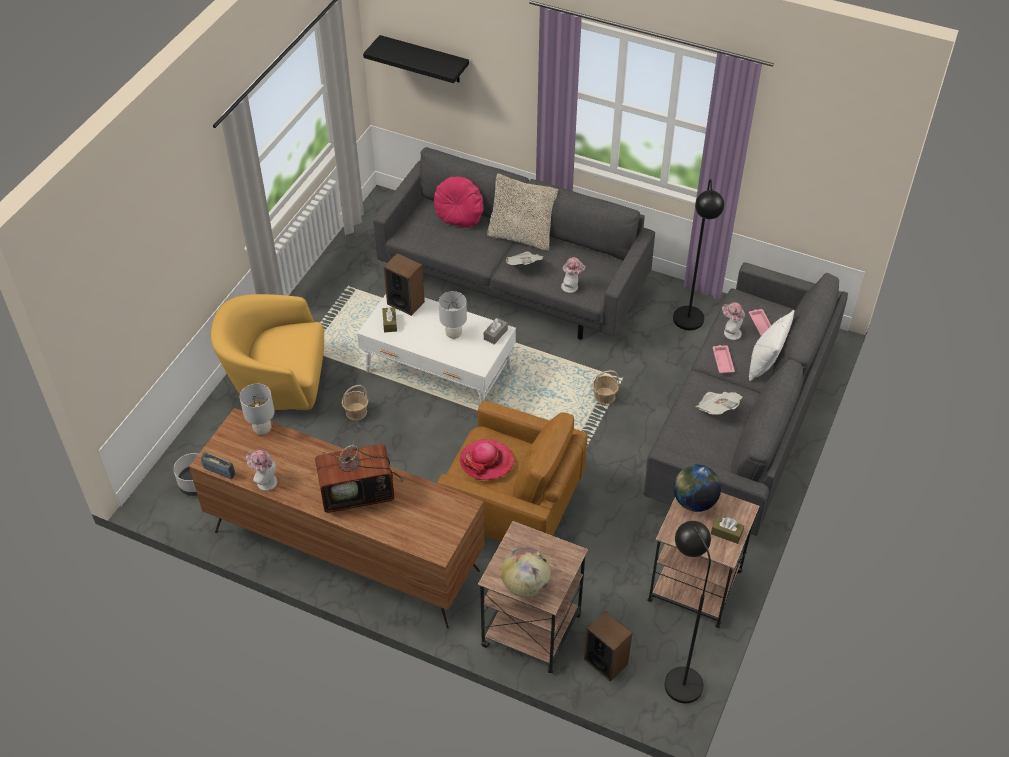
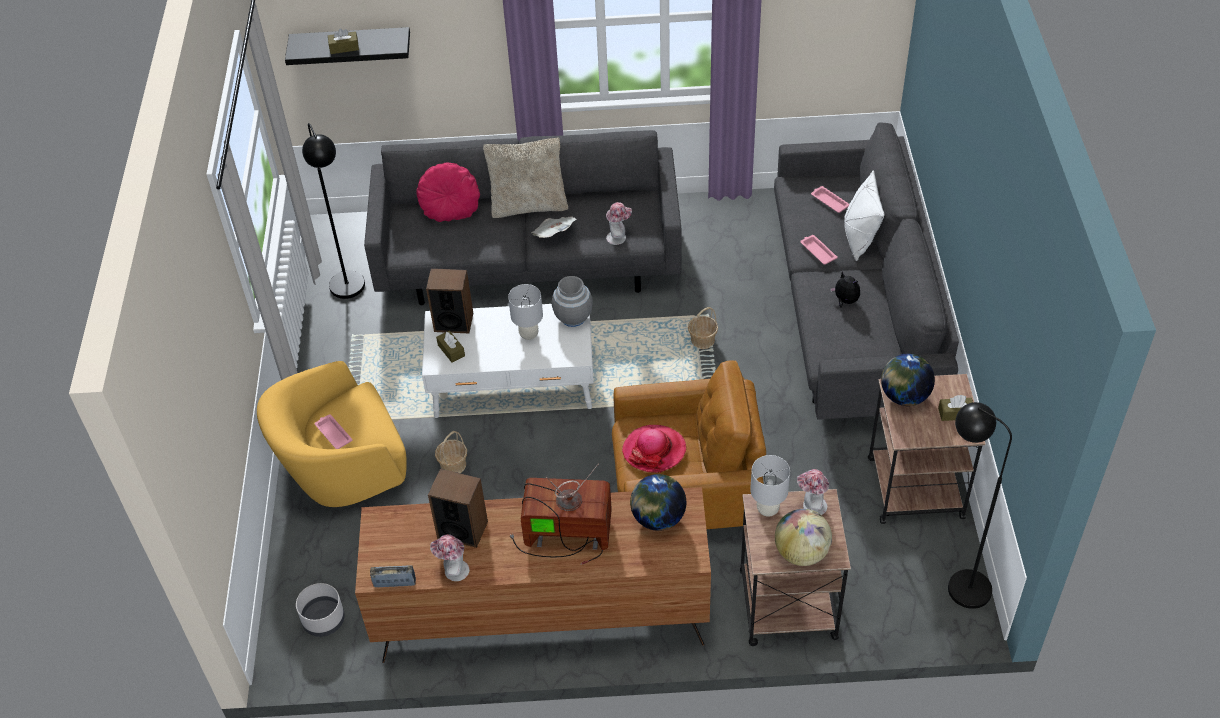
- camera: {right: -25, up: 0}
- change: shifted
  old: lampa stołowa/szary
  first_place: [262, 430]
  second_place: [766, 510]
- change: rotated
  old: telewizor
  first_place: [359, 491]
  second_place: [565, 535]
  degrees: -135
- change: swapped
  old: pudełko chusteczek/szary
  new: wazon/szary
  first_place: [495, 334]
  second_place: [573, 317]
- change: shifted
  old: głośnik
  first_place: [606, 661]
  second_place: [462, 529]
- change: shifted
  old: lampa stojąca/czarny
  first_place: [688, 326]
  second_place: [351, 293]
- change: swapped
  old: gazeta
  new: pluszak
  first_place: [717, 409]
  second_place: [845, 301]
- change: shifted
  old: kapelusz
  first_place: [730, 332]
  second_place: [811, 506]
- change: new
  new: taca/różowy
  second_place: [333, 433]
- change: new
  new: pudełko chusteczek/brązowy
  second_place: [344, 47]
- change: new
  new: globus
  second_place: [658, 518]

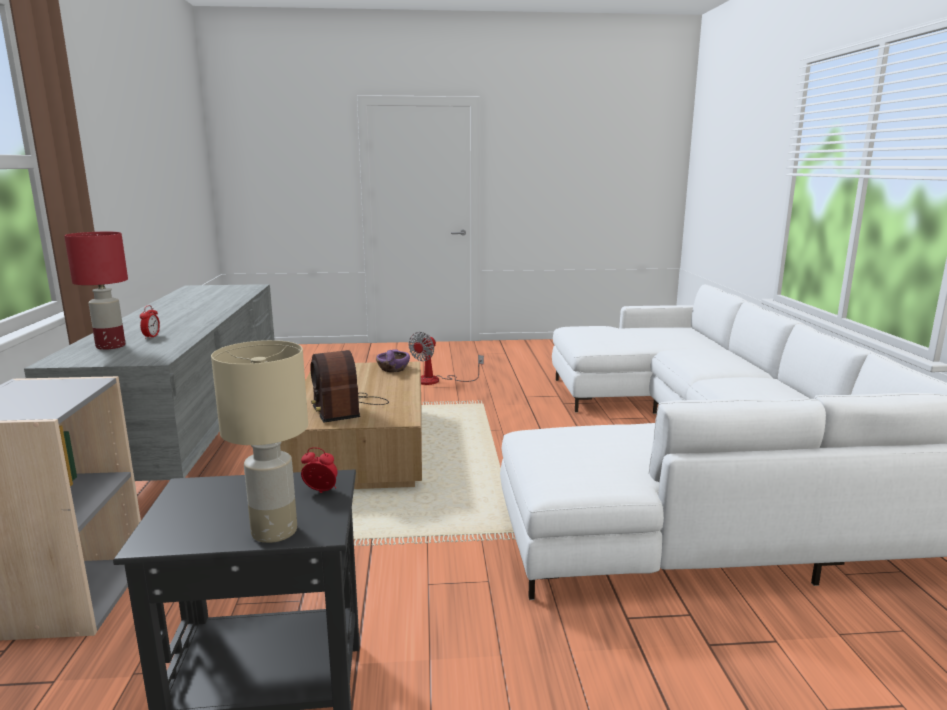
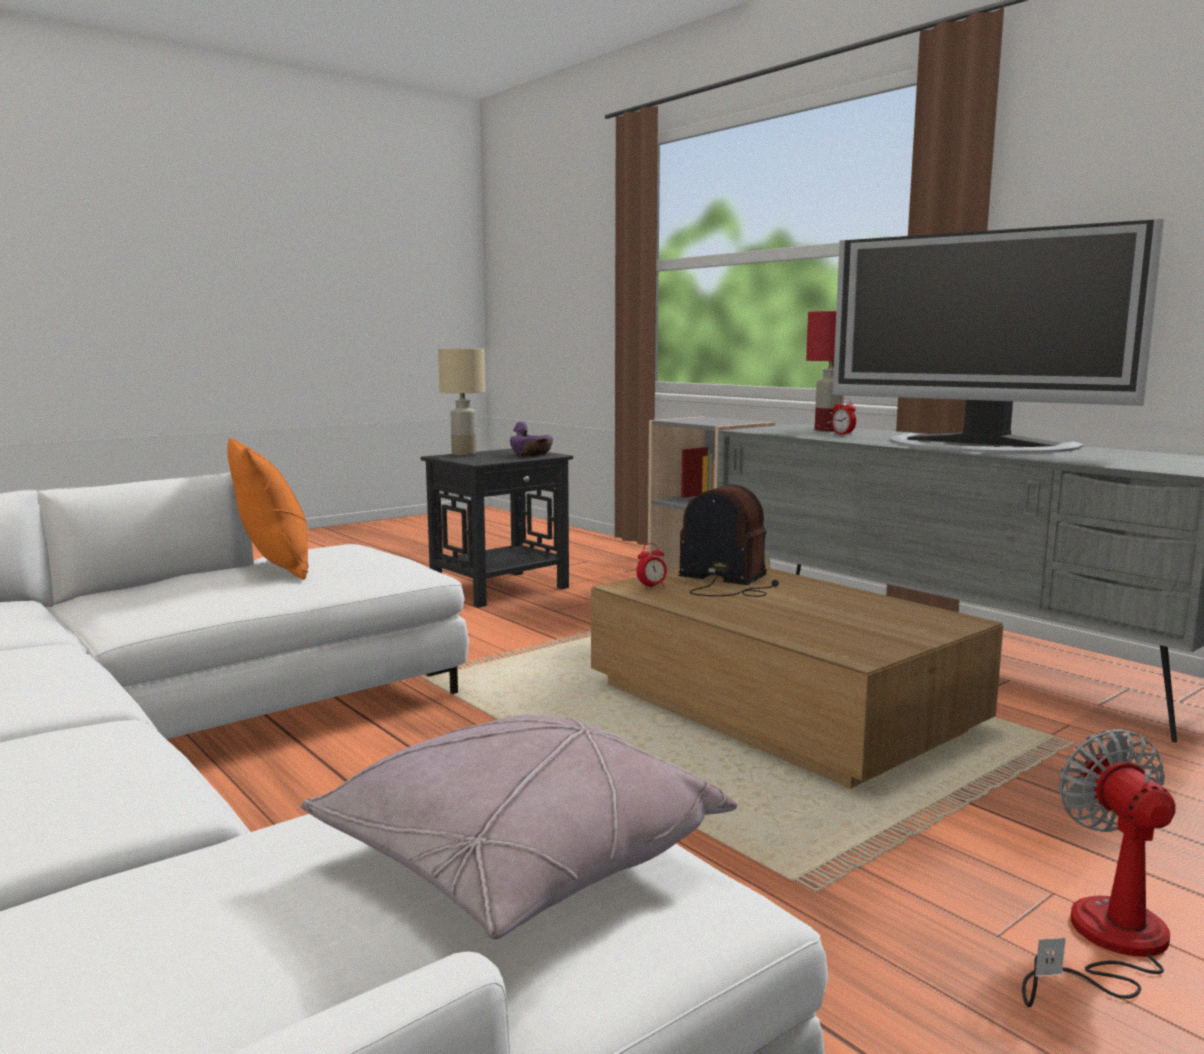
- camera: {right: 145, up: -5}
- change: shifted
  old: budzik
  first_place: [321, 491]
  second_place: [652, 587]
- change: shifted
  old: miska/fioletowy
  first_place: [393, 369]
  second_place: [531, 454]
- change: new
  new: poduszka/pomarańczowy
  second_place: [275, 567]
- change: new
  new: poduszka/fioletowy
  second_place: [519, 862]
- change: new
  new: telewizor
  second_place: [975, 445]

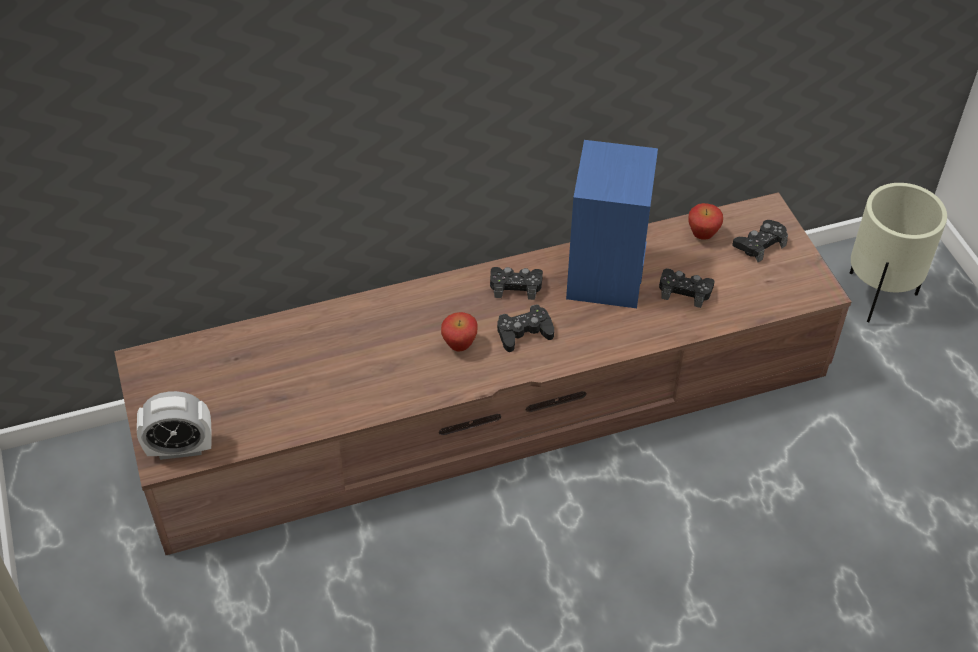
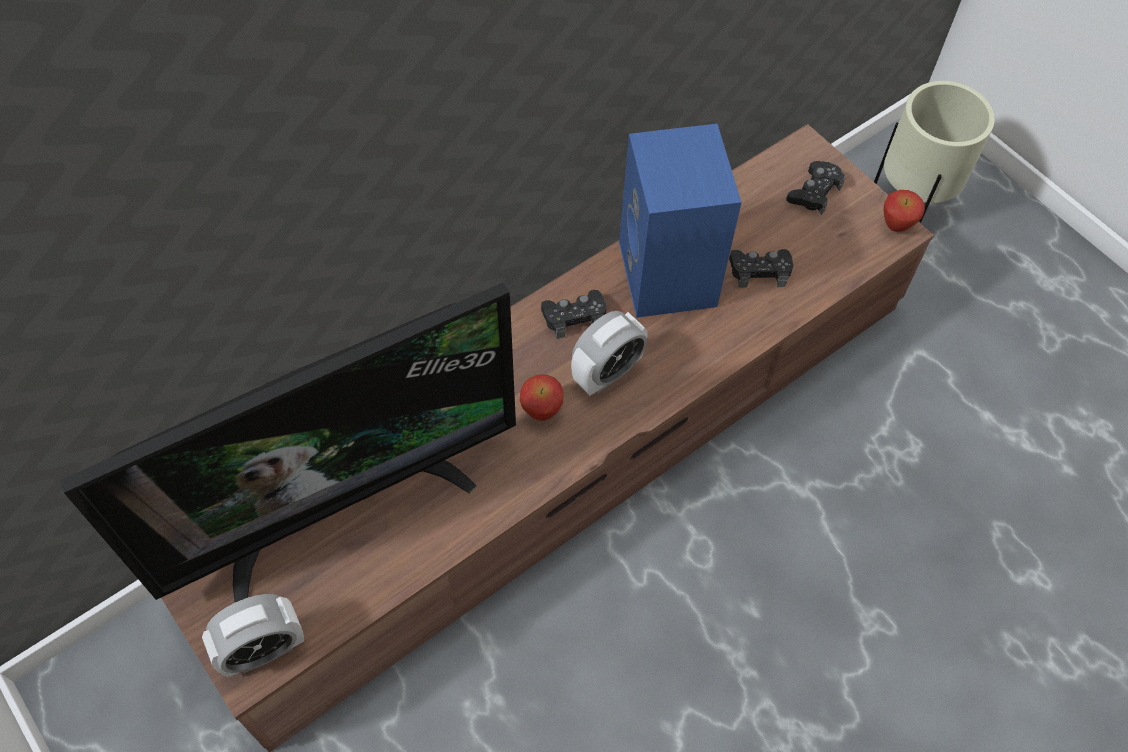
- camera: {right: -20, up: 10}
- change: swapped
  old: pad do gier/czarny
  new: budzik
  first_place: [524, 332]
  second_place: [607, 373]
- change: shifted
  old: jabłko
  first_place: [702, 235]
  second_place: [896, 226]
- change: new
  new: telewizor
  second_place: [340, 506]

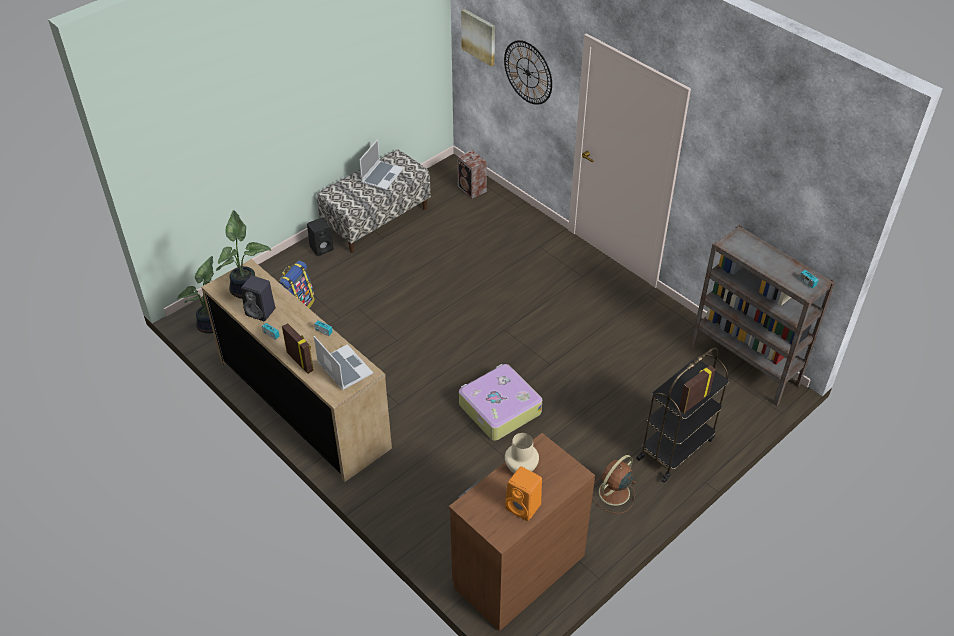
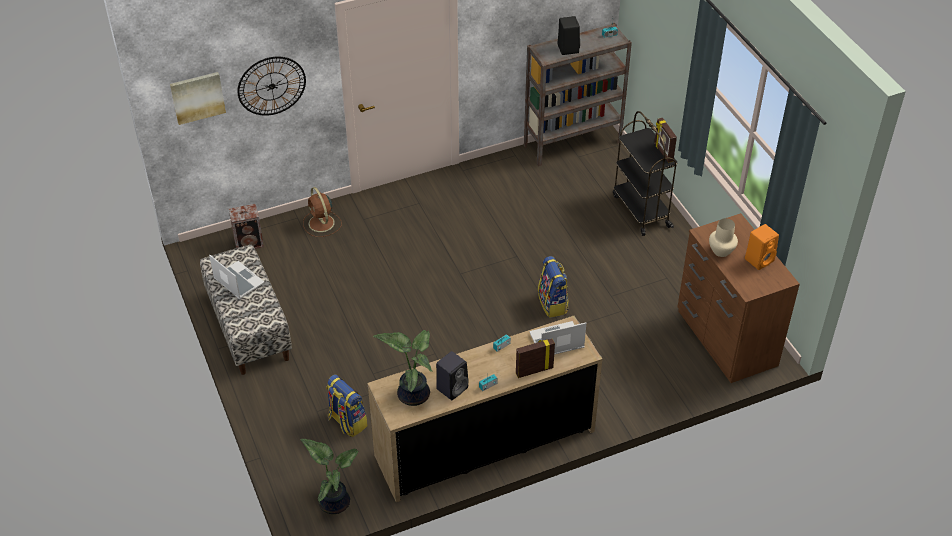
- camera: {right: -70, up: 0}
- change: shifted
  old: głośnik/czarny
  first_place: [322, 248]
  second_place: [567, 48]
- change: swapped
  old: walizka
  new: plecak
  first_place: [498, 408]
  second_place: [553, 304]
- change: shifted
  old: wentylator/brązowy
  first_place: [613, 493]
  second_place: [322, 224]

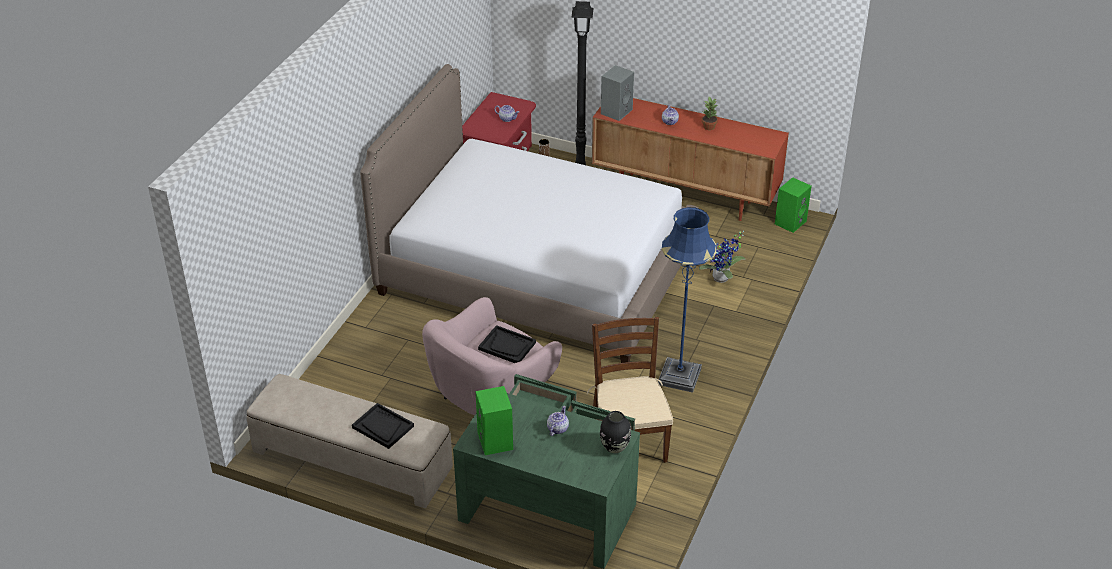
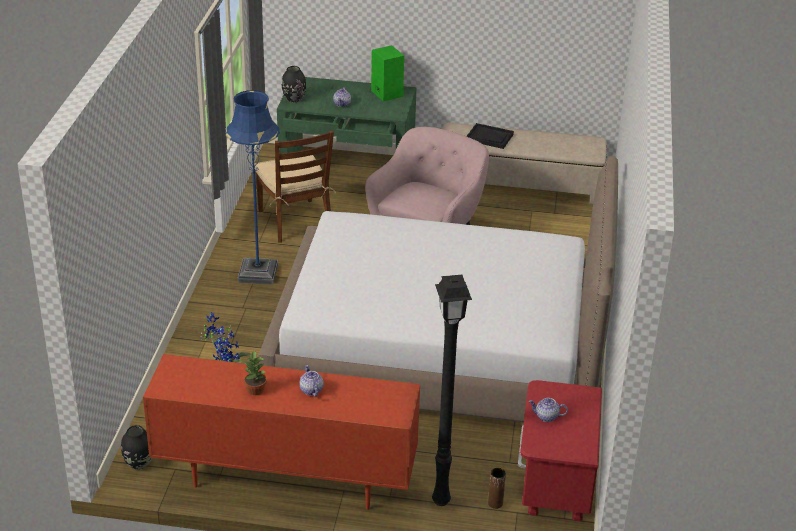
- camera: {right: 165, up: -5}
- change: gone
  old: taca/czarny
  first_place: [507, 346]
- change: gone
  old: głośnik/szary
  first_place: [616, 111]
- change: swapped
  old: głośnik/zielony
  new: wazon/czarny
  first_place: [790, 222]
  second_place: [139, 464]

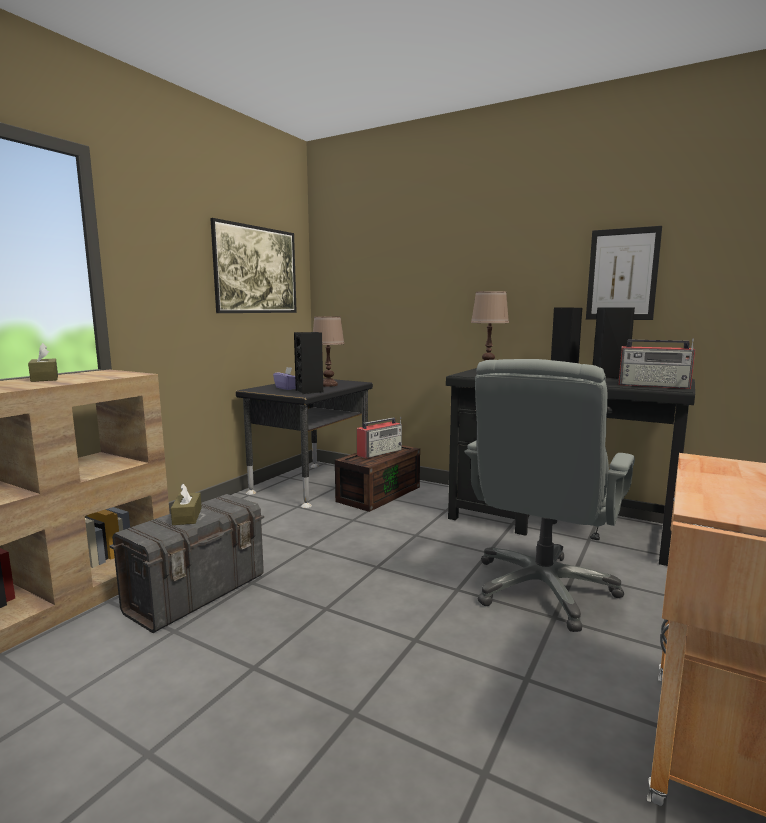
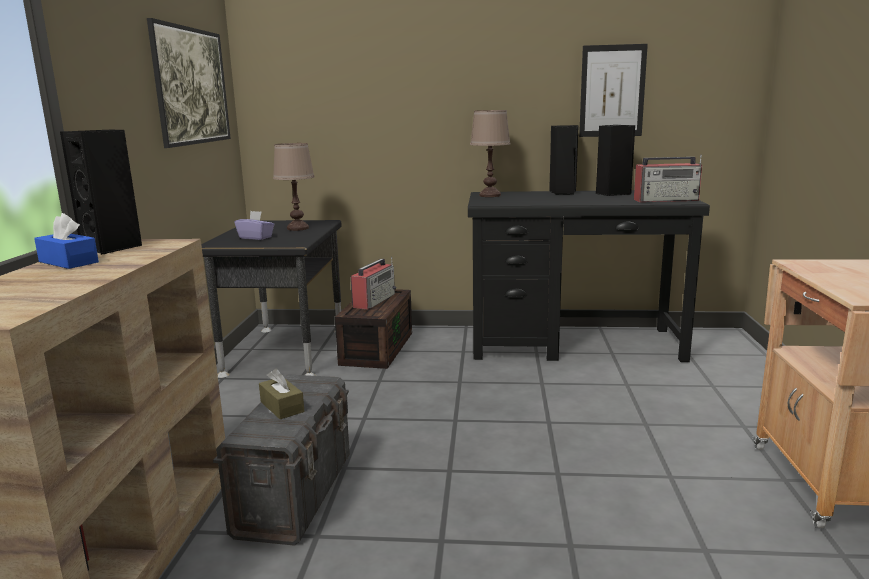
- camera: {right: -25, up: 5}
- change: repainted
  old: pudełko chusteczek/brązowy
  new: pudełko chusteczek/niebieski
  first_place: [44, 378]
  second_place: [68, 262]
- change: shifted
  old: głośnik/czarny
  first_place: [309, 391]
  second_place: [113, 247]
- change: gone
  old: krzesło biurowe/szary
  first_place: [542, 589]

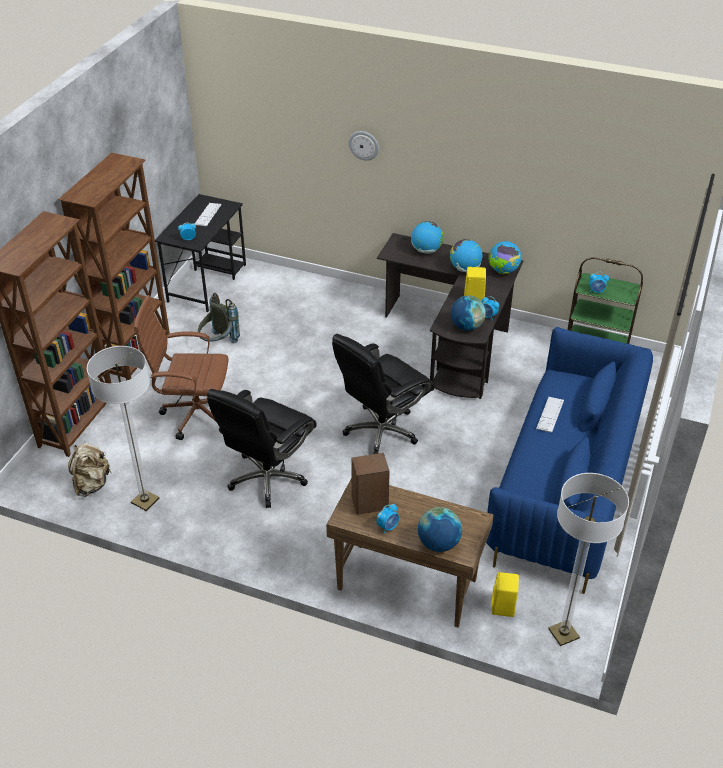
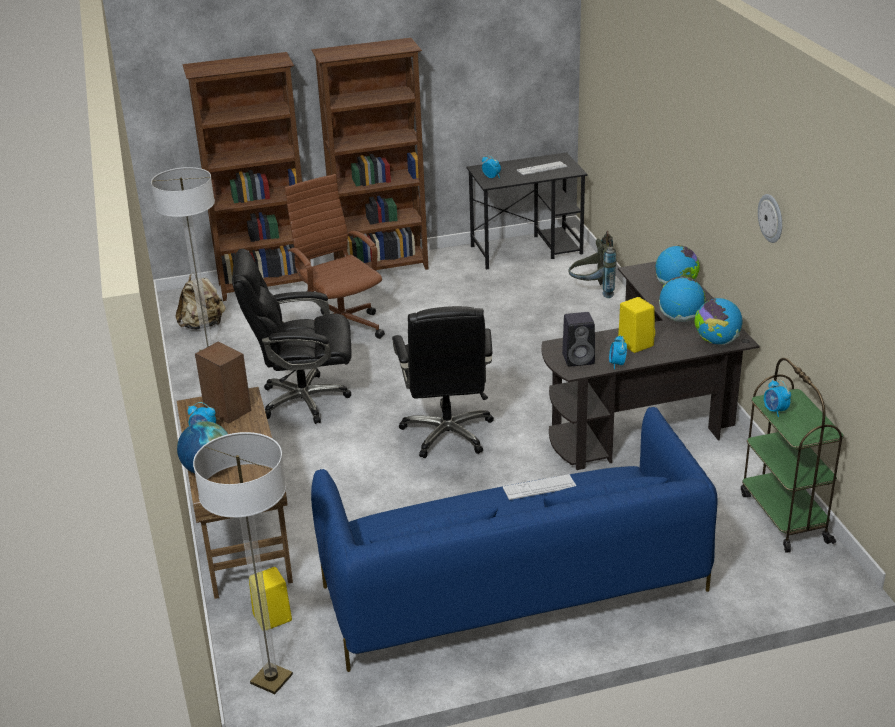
- camera: {right: 55, up: -10}
- change: shifted
  old: plecak/szary
  first_place: [218, 343]
  second_place: [592, 291]
- change: rotated
  old: krzesło biurowe/czarny
  first_place: [383, 429]
  second_place: [447, 431]
  degrees: -105
- change: shifted
  old: zegar ścienny
  first_place: [364, 145]
  second_place: [771, 218]
- change: swapped
  old: globus
  new: głośnik/czarny
  first_place: [466, 326]
  second_place: [579, 359]

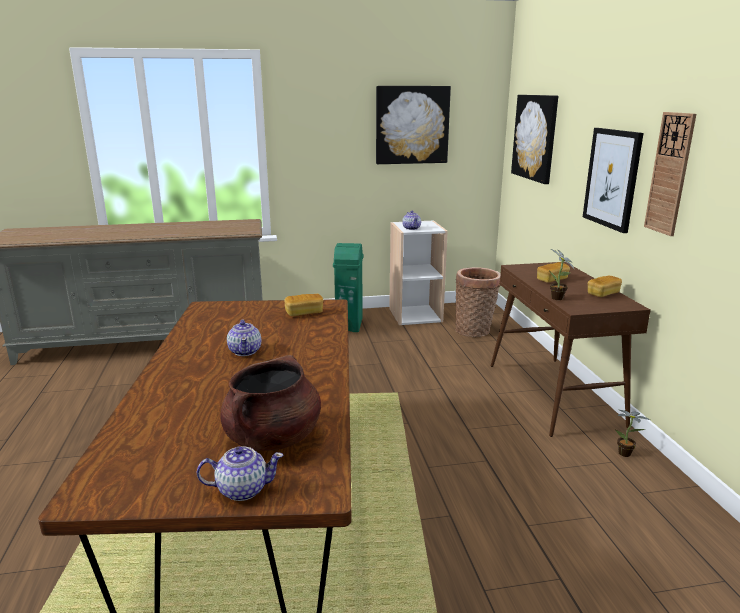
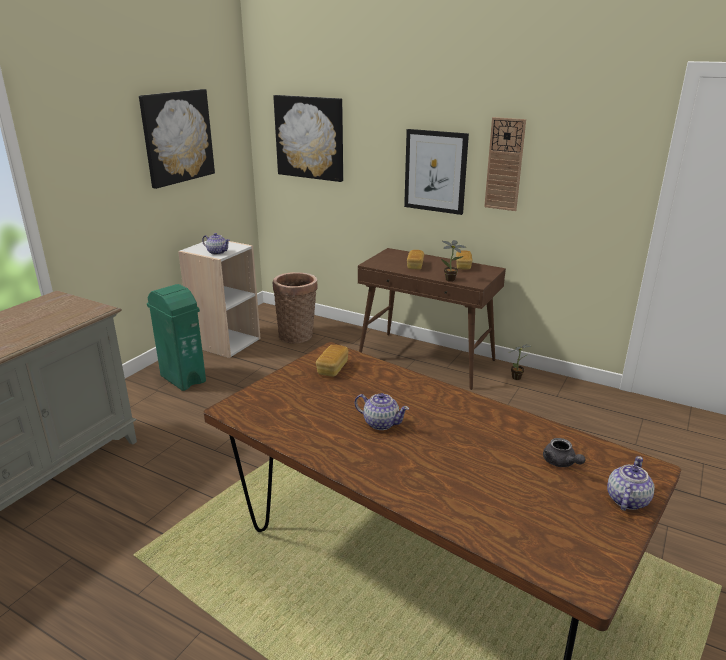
- camera: {right: -50, up: 5}
- change: swapped
  old: garnek/brązowy
  new: imbryk/szary
  first_place: [273, 438]
  second_place: [561, 463]

